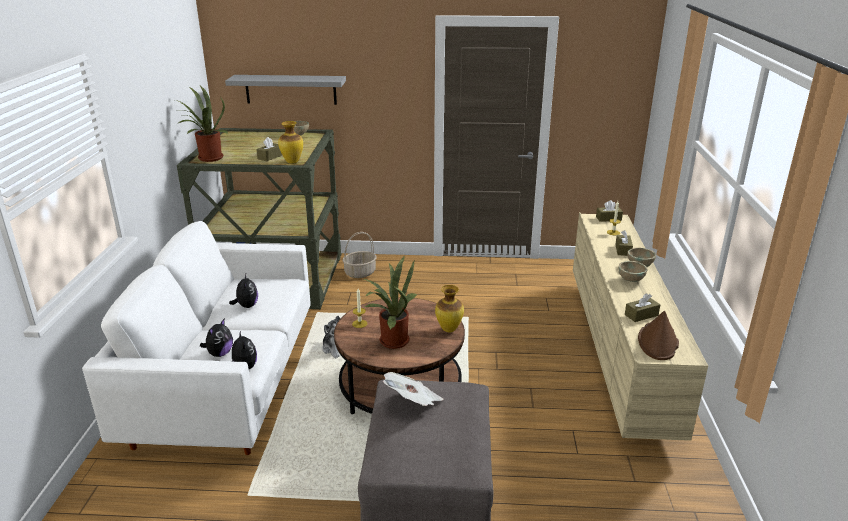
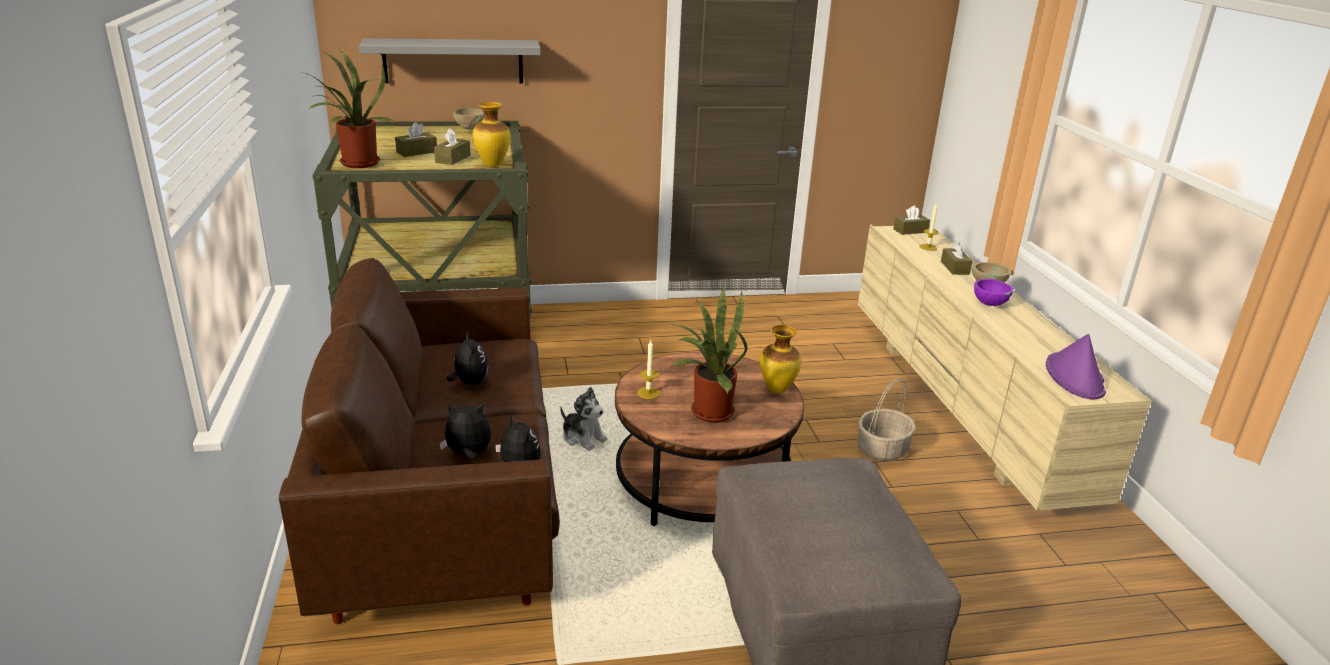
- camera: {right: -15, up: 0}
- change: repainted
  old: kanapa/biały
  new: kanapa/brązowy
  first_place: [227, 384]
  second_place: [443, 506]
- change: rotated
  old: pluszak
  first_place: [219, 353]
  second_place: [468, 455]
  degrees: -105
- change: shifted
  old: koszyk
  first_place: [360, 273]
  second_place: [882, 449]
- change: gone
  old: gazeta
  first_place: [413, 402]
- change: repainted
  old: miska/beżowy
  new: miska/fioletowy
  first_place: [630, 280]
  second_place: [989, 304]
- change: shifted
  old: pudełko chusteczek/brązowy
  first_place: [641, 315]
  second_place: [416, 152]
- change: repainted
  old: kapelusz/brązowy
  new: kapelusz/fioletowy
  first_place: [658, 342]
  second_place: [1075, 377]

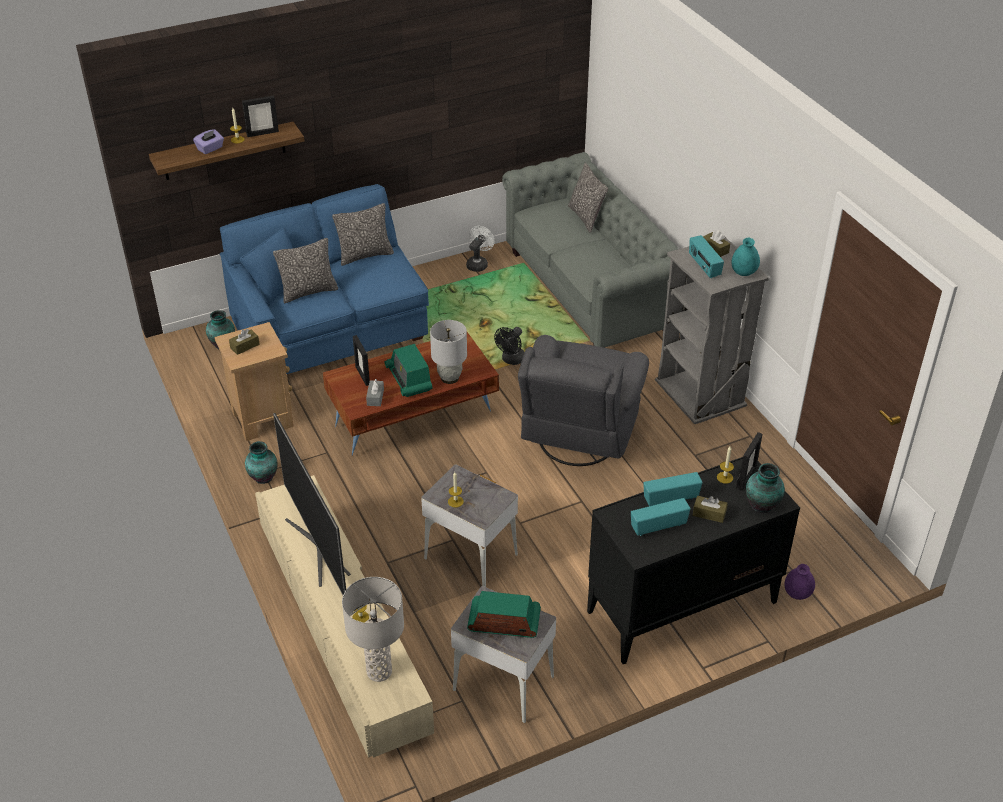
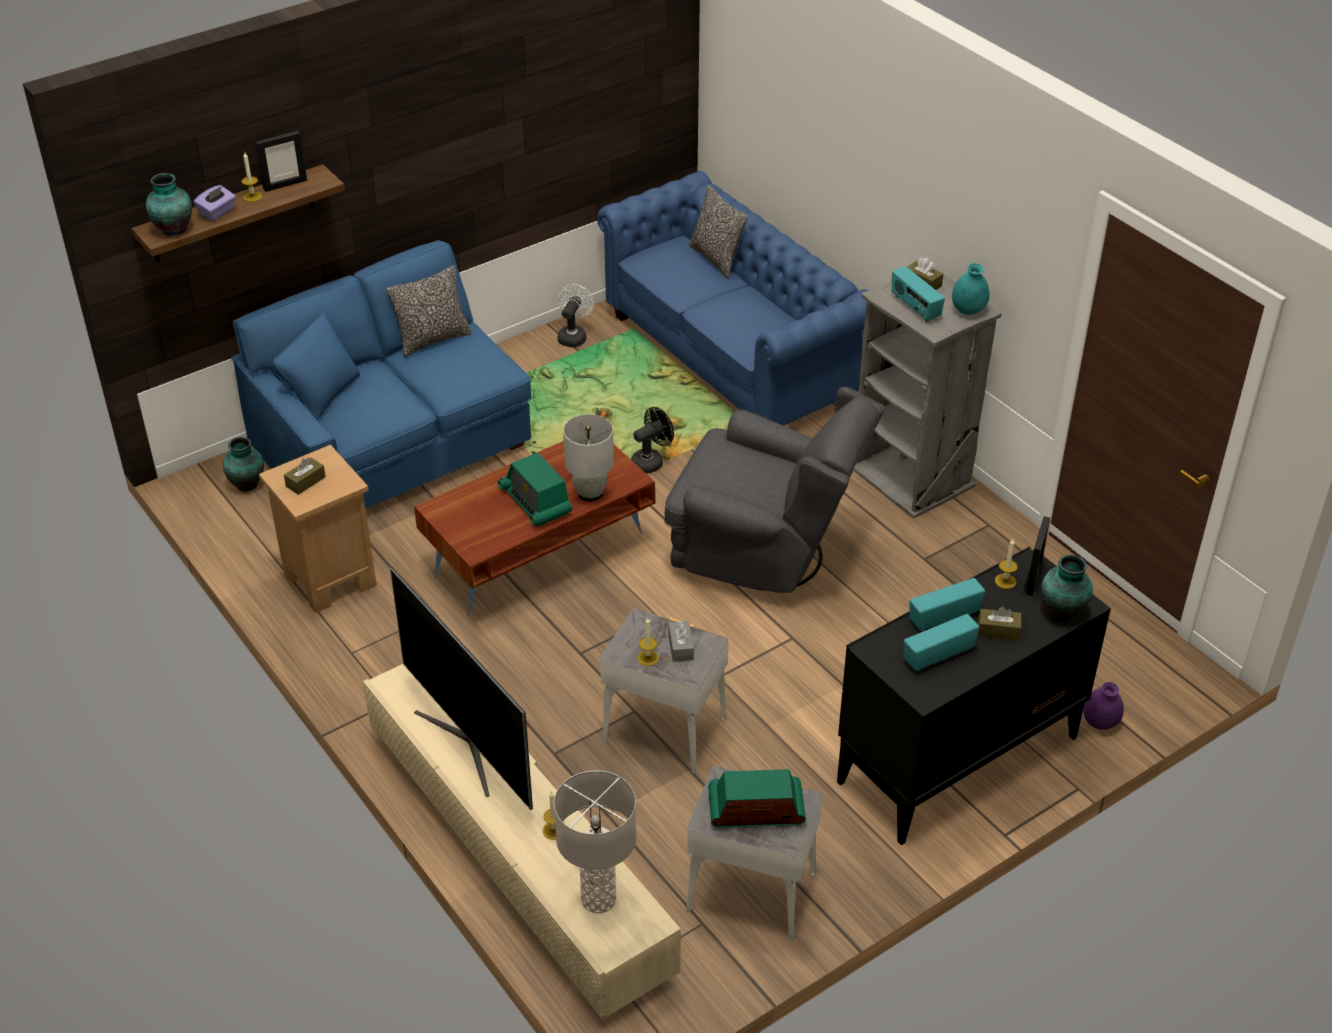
- camera: {right: -10, up: 0}
- change: shifted
  old: wazon
  first_place: [263, 477]
  second_place: [173, 229]
- change: gone
  old: poduszka
  first_place: [308, 292]
- change: gone
  old: ramka na zdjęcie
  first_place: [363, 375]
- change: shifted
  old: pudełko chusteczek/szary
  first_place: [375, 397]
  second_place: [680, 647]
- change: rotated
  old: wentylator/czarny
  first_place: [511, 360]
  second_place: [651, 461]
  degrees: -150
- change: repainted
  old: kanapa/szary
  new: kanapa/niebieski
  first_place: [589, 290]
  second_place: [730, 356]
- change: rotated
  old: fotel/szary
  first_place: [578, 438]
  second_place: [766, 554]
  degrees: -75

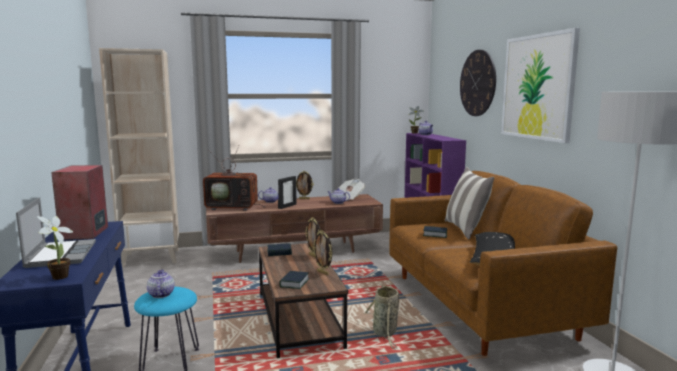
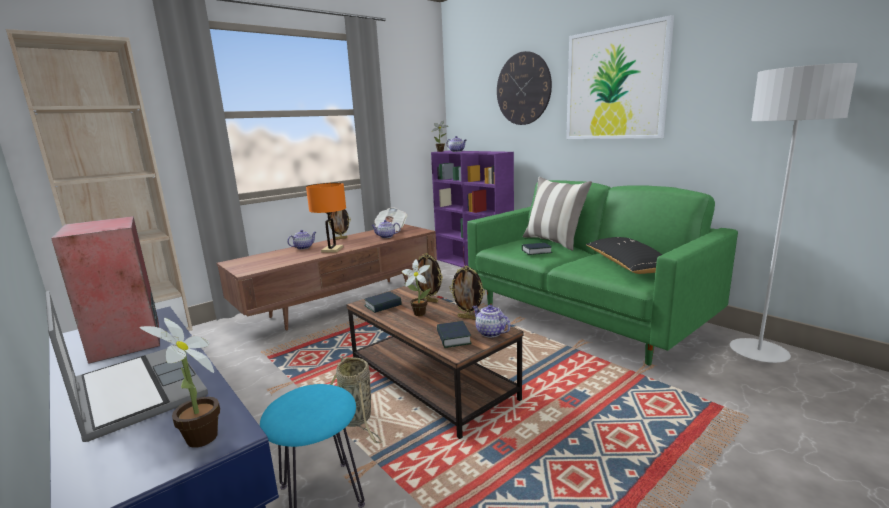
- camera: {right: -25, up: 5}
- change: shifted
  old: imbryk
  first_place: [161, 294]
  second_place: [490, 332]
- change: gone
  old: telewizor
  first_place: [234, 207]
- change: swapped
  old: ramka na zdjęcie
  new: lampa stołowa/pomarańczowy
  first_place: [287, 206]
  second_place: [332, 249]
- change: shifted
  old: koszyk
  first_place: [385, 333]
  second_place: [357, 419]
- change: repainted
  old: kanapa/brązowy
  new: kanapa/zielony
  first_place: [477, 305]
  second_place: [584, 316]
- change: new
  new: roślina doniczkowa
  second_place: [418, 313]

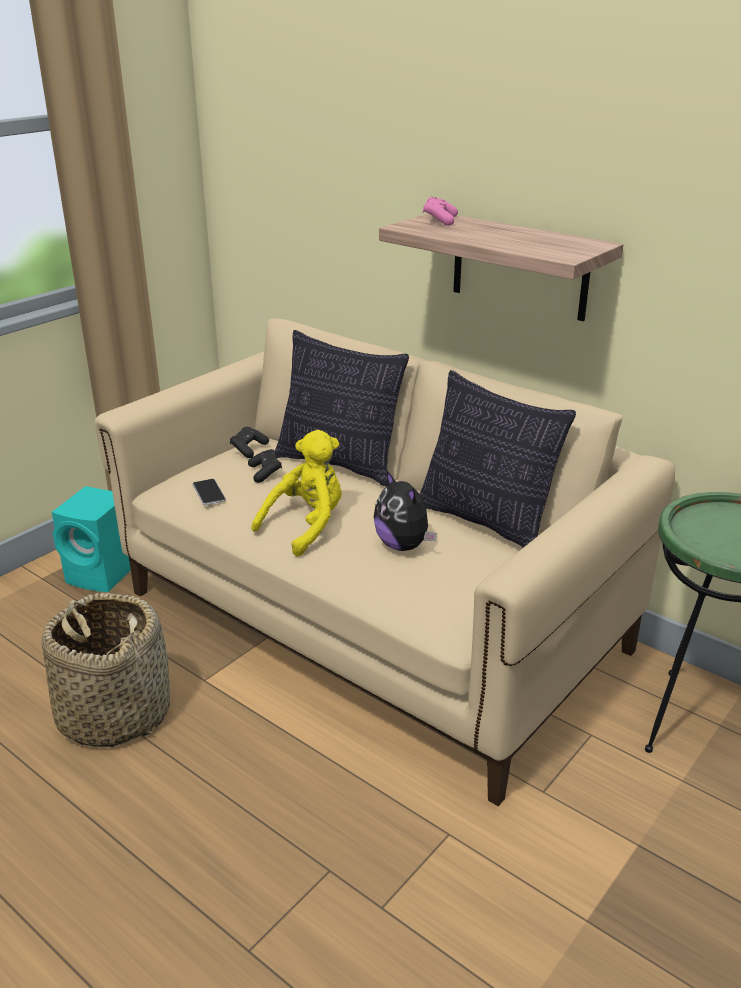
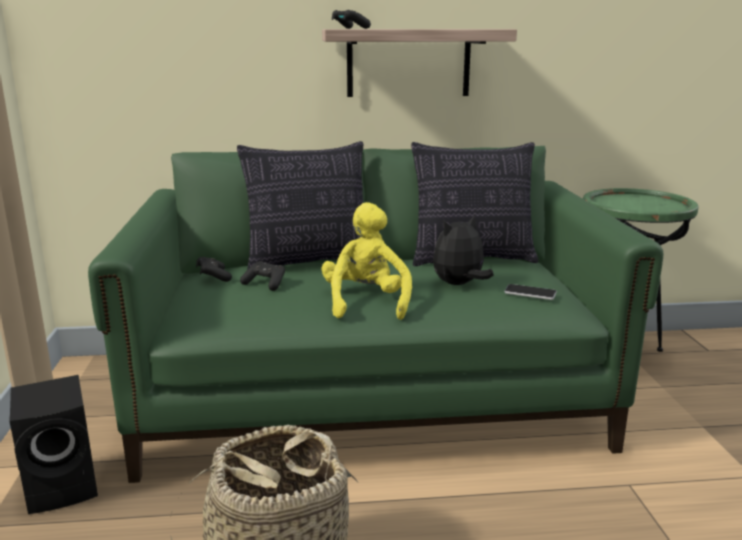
- camera: {right: -45, up: -10}
- change: repainted
  old: głośnik/turkusowy
  new: głośnik/czarny
  first_place: [104, 574]
  second_place: [65, 485]
- change: repainted
  old: kanapa/beżowy
  new: kanapa/zielony
  first_place: [370, 623]
  second_place: [371, 401]
- change: shifted
  old: telefon
  first_place: [209, 493]
  second_place: [530, 293]
- change: rotated
  old: pluszak
  first_place: [403, 545]
  second_place: [459, 284]
  degrees: 135
- change: repainted
  old: pad do gier/różowy
  new: pad do gier/czarny
  first_place: [439, 220]
  second_place: [349, 28]

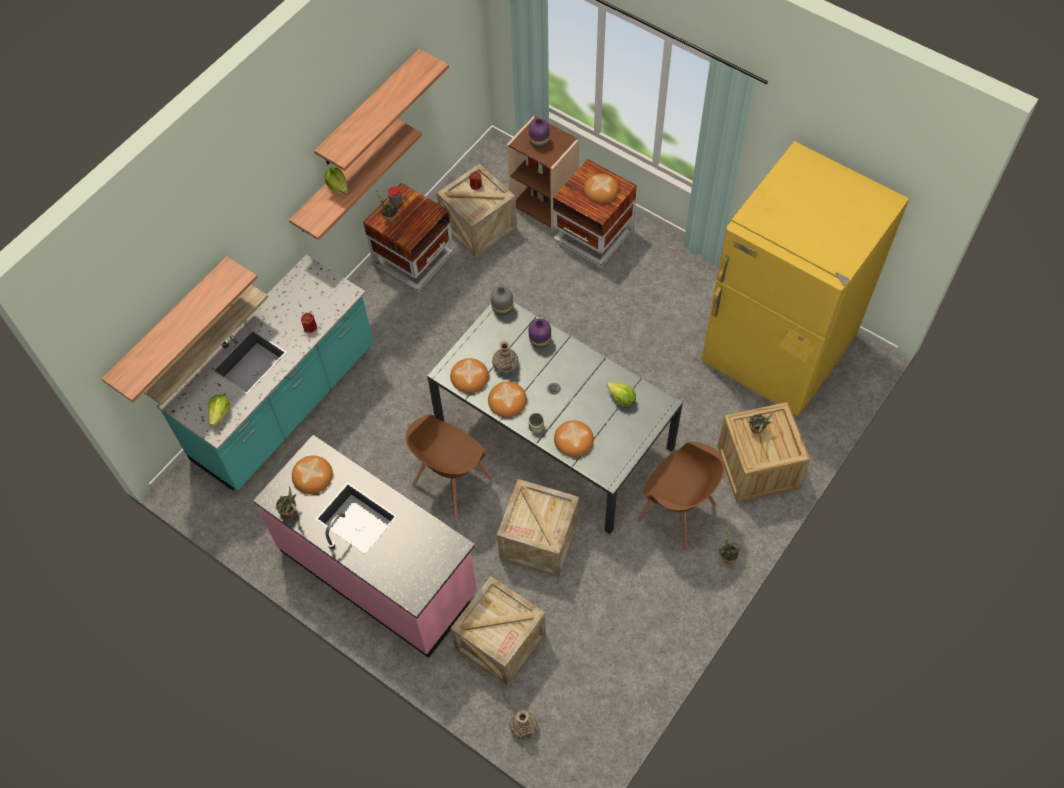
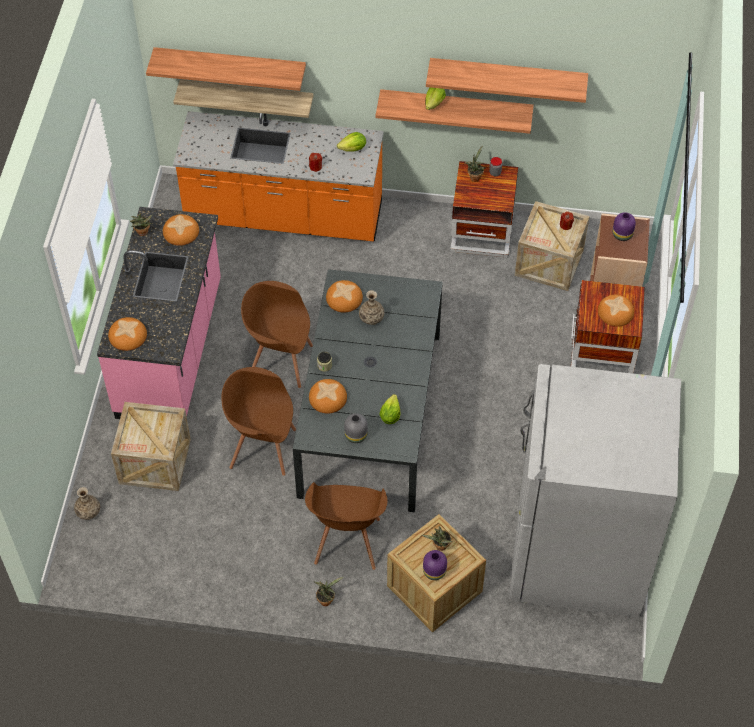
- camera: {right: 60, up: -5}
- change: repainted
  old: zabudowa kuchenna/turkusowy
  new: zabudowa kuchenna/pomarańczowy
  first_place: [286, 404]
  second_place: [284, 216]
- change: shifted
  old: sałata
  first_place: [220, 414]
  second_place: [353, 149]
- change: shifted
  old: chleb
  first_place: [507, 401]
  second_place: [127, 336]
- change: shifted
  old: wazon/szary
  first_place: [502, 308]
  second_place: [355, 436]
- change: swapped
  old: skrzynka
  new: krzesło/brązowy
  first_place: [538, 540]
  second_place: [262, 448]
- change: shifted
  old: wazon/fioletowy
  first_place: [539, 340]
  second_place: [434, 571]
- change: repainted
  old: lodówka/żółty
  new: lodówka/biały
  first_place: [779, 348]
  second_place: [577, 556]

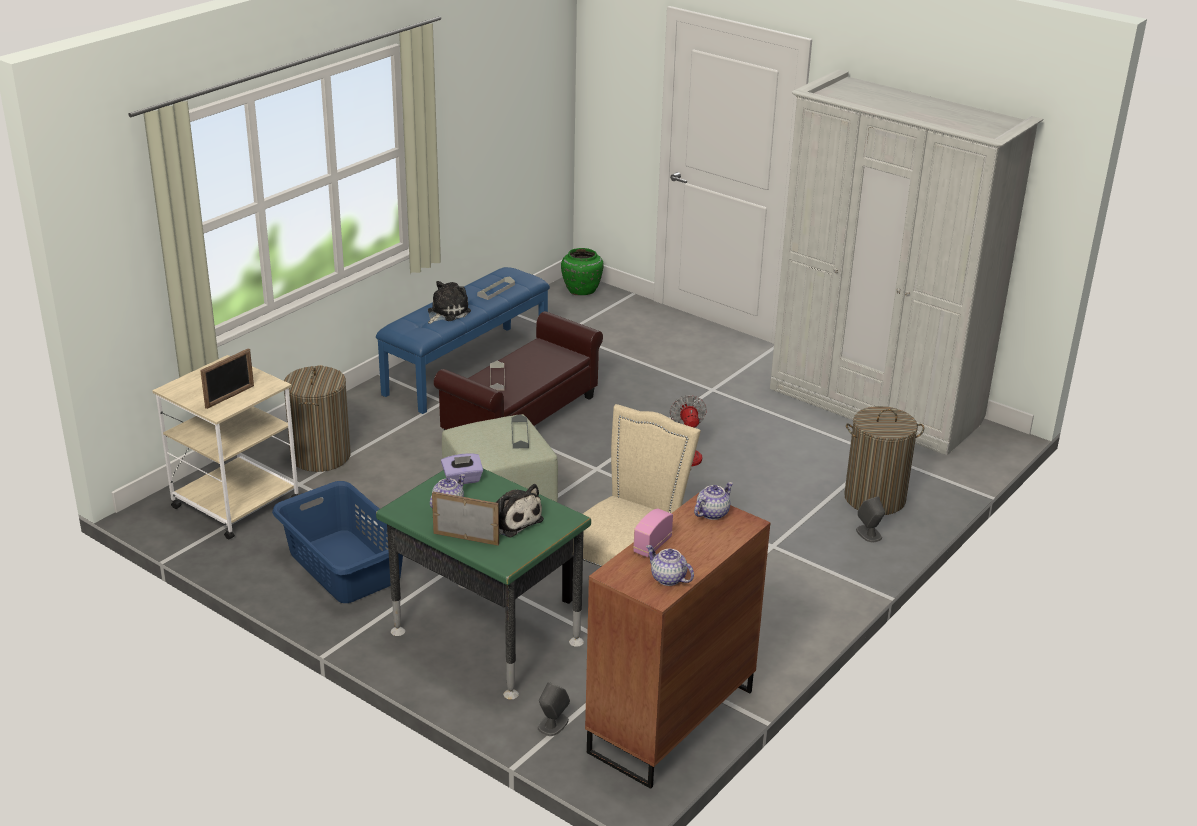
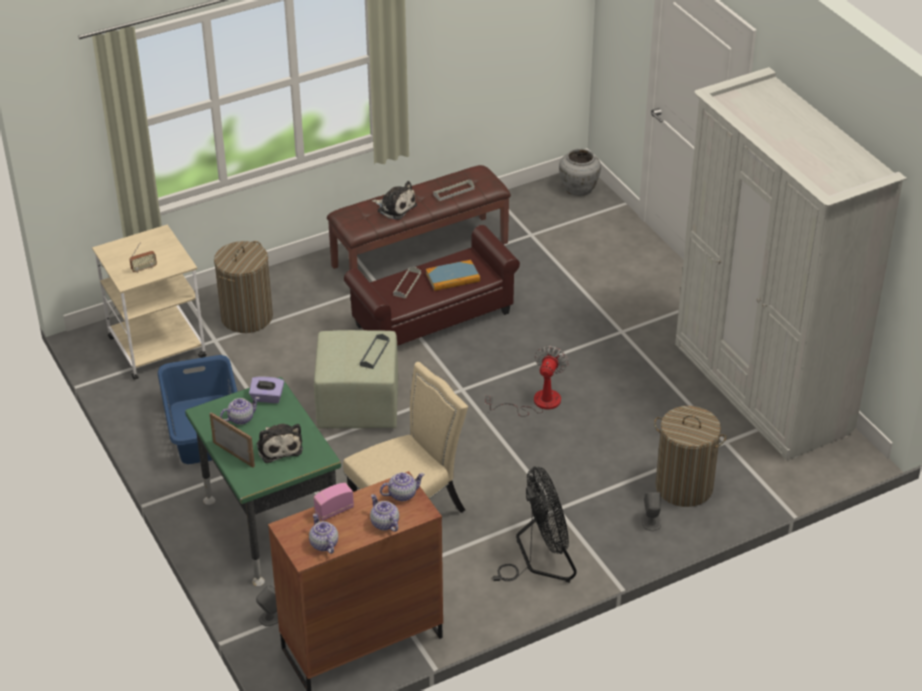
- camera: {right: 25, up: 10}
- change: swapped
  old: ramka na zdjęcie
  new: radio
  first_place: [230, 397]
  second_place: [144, 269]
- change: repainted
  old: ławka/niebieski
  new: ławka/brązowy
  first_place: [466, 368]
  second_place: [420, 253]
- change: rotated
  old: pluszak
  first_place: [446, 312]
  second_place: [395, 207]
  degrees: 60
- change: repainted
  old: wazon/zielony
  new: wazon/szary
  first_place: [582, 290]
  second_place: [579, 189]
- change: new
  new: imbryk
  second_place: [384, 523]
- change: new
  new: książka
  second_place: [452, 277]
- change: new
  new: wentylator/czarny
  second_place: [537, 554]

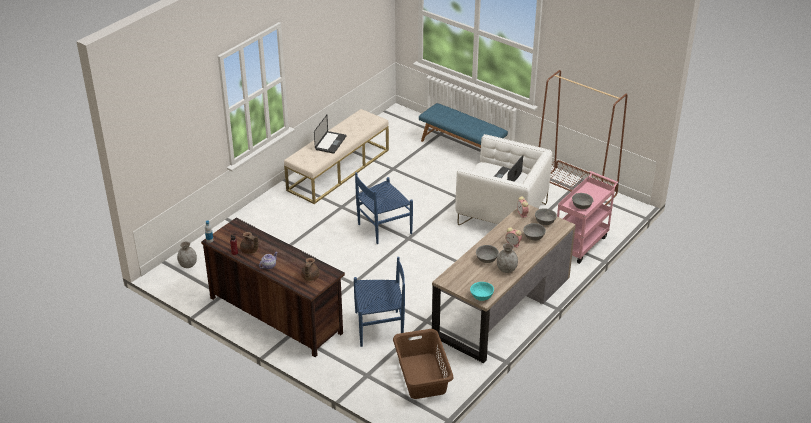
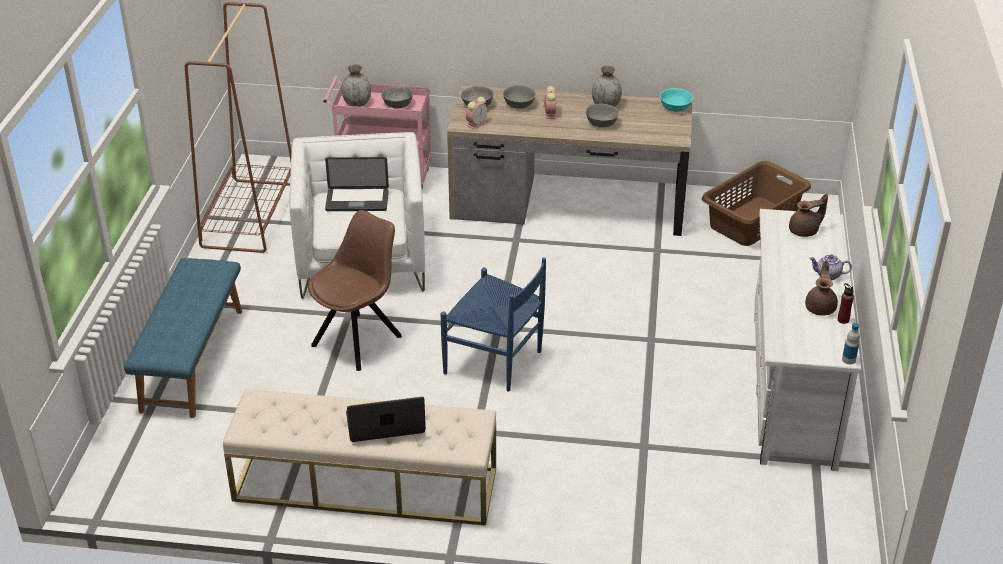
- camera: {right: -120, up: 0}
- change: shifted
  old: wazon/szary
  first_place: [188, 265]
  second_place: [357, 104]
- change: repainted
  old: komoda/brązowy
  new: komoda/biały
  first_place: [275, 314]
  second_place: [791, 384]
- change: gone
  old: krzesło/niebieski
  first_place: [379, 327]
- change: new
  new: krzesło/brązowy
  second_place: [358, 341]

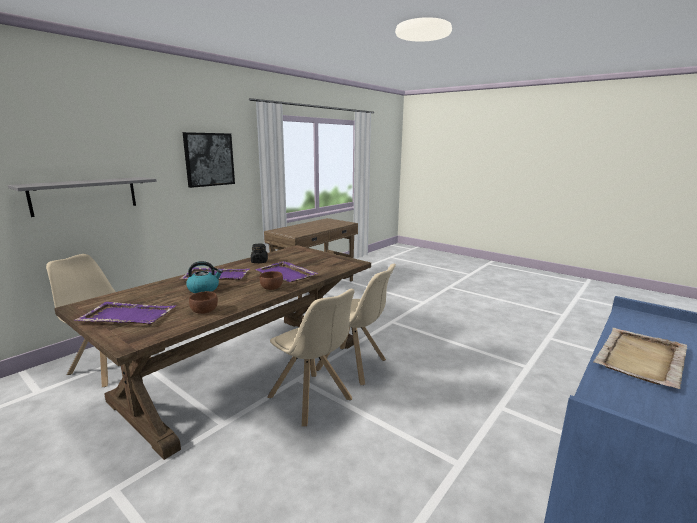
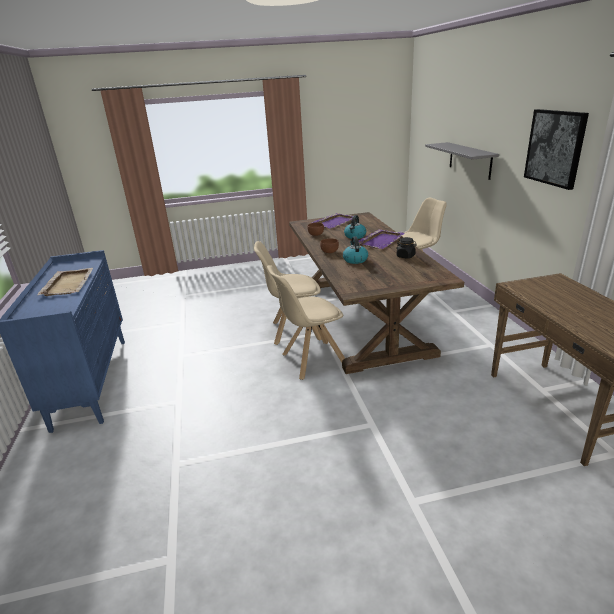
- camera: {right: 130, up: 10}
- change: swapped
  old: taca/fioletowy
  new: czajnik
  first_place: [286, 274]
  second_place: [355, 260]

